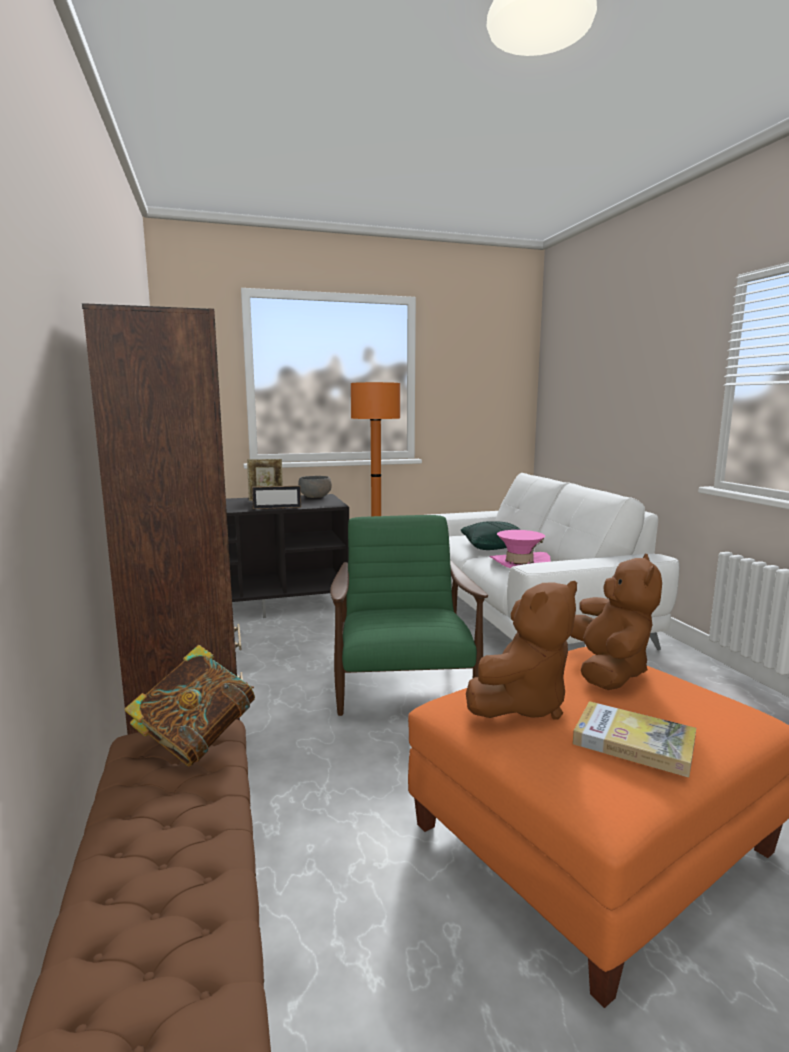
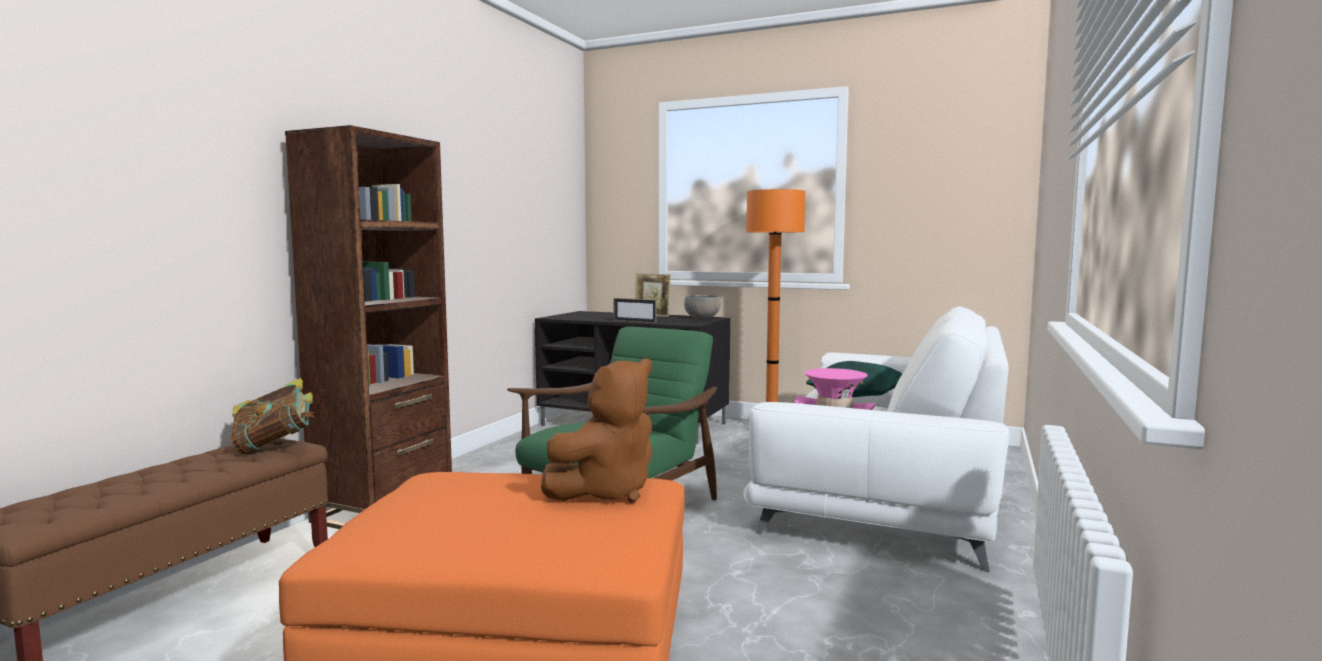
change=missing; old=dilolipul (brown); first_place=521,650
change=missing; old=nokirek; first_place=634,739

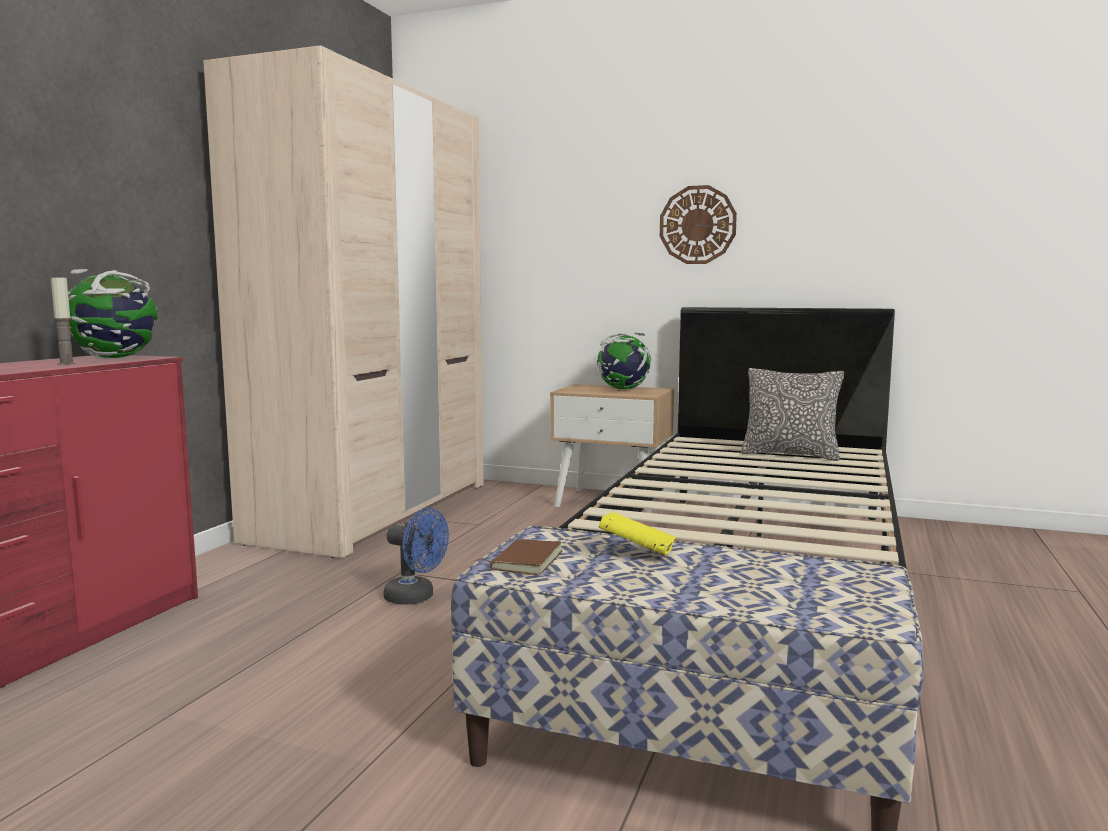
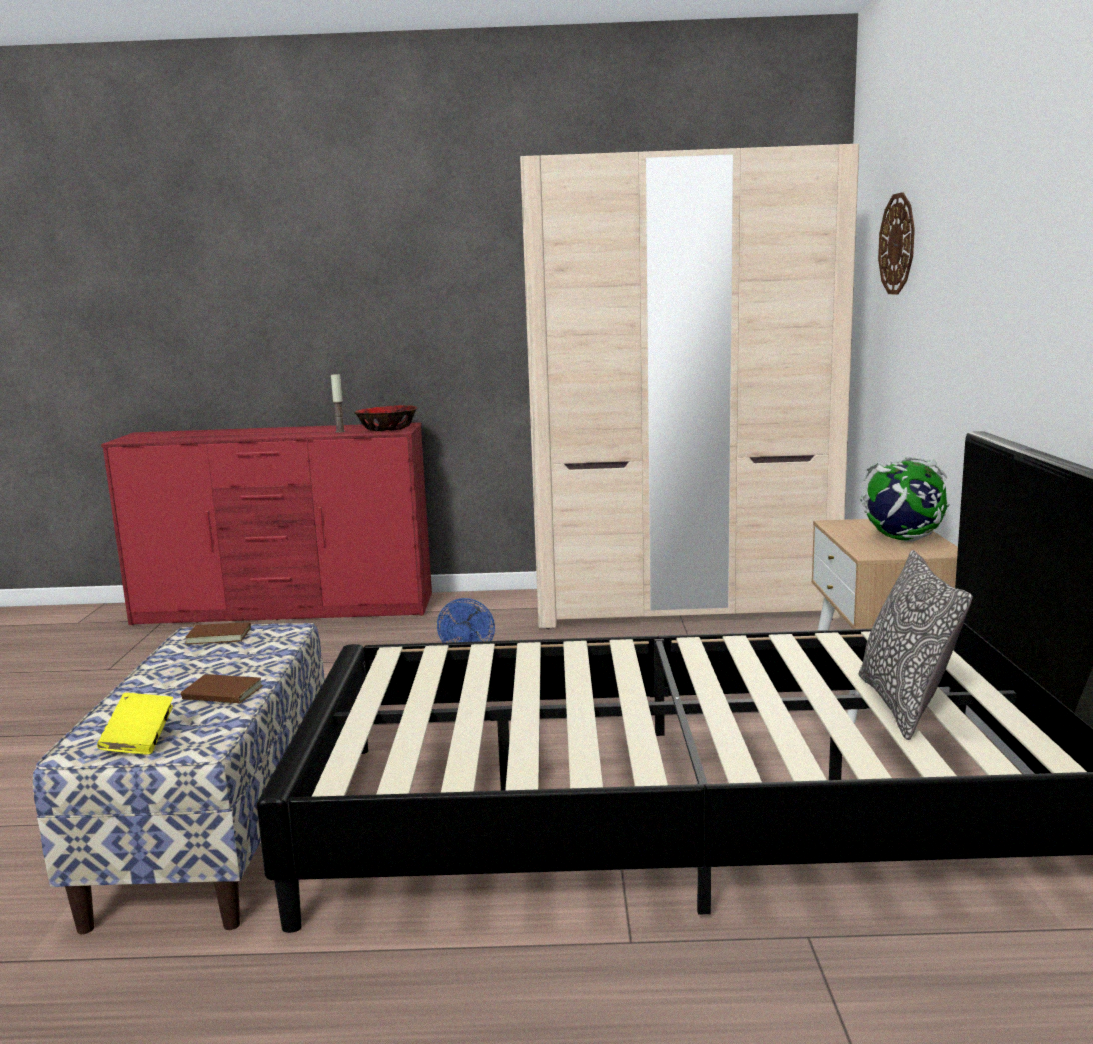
change=exchanged; old=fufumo; new=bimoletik; first_place=113,313; second_place=385,418
change=relocated; old=nokirek (yellow); first_place=637,533; second_place=135,723
change=relocated; old=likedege; first_place=698,224; second_place=896,243
change=appeared; new=nokirek (brown); second_place=222,689

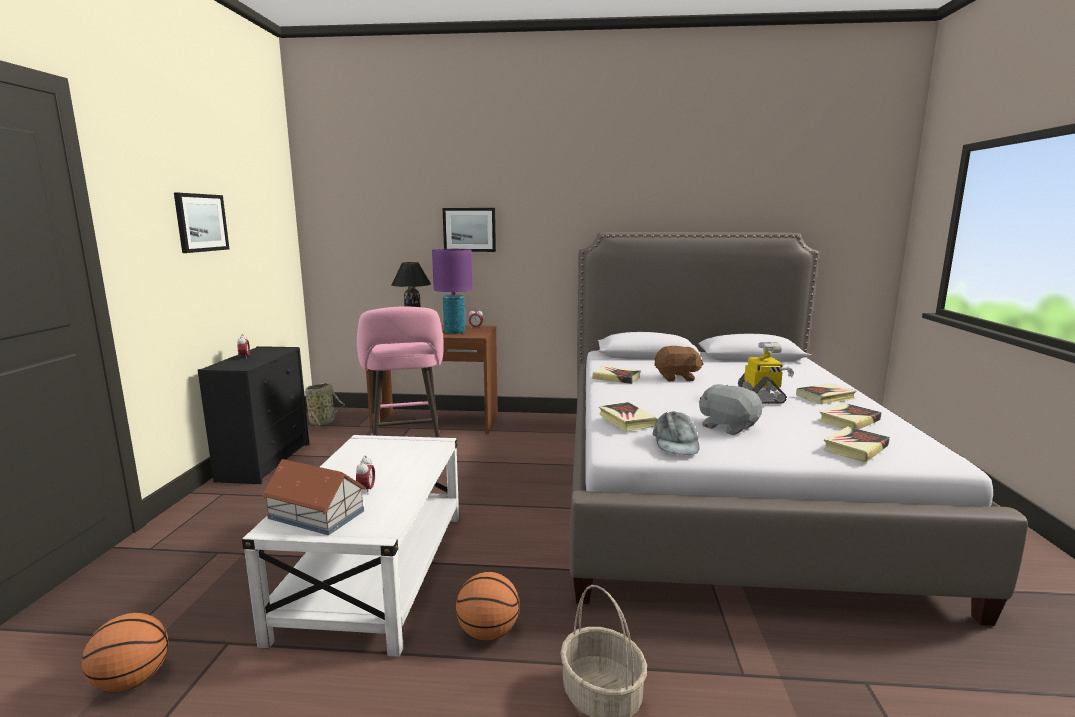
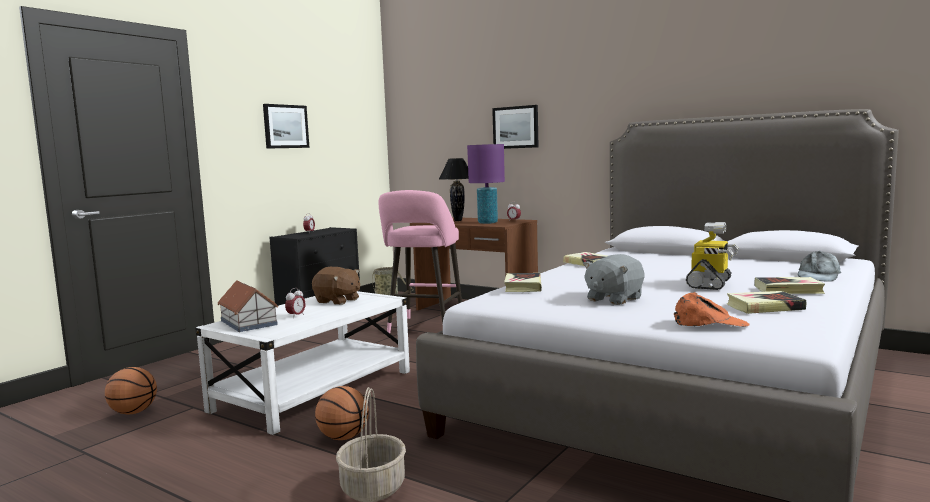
change=relocated; old=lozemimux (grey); first_place=676,433; second_place=819,266
change=relocated; old=dilolipul (brown); first_place=679,363; second_place=336,286
change=spun; old=dilolipul (grey); first_place=730,409; second_place=613,279; degrees=-120
change=exchanged; old=nokirek; new=lozemimux (orange); first_place=856,444; second_place=712,309

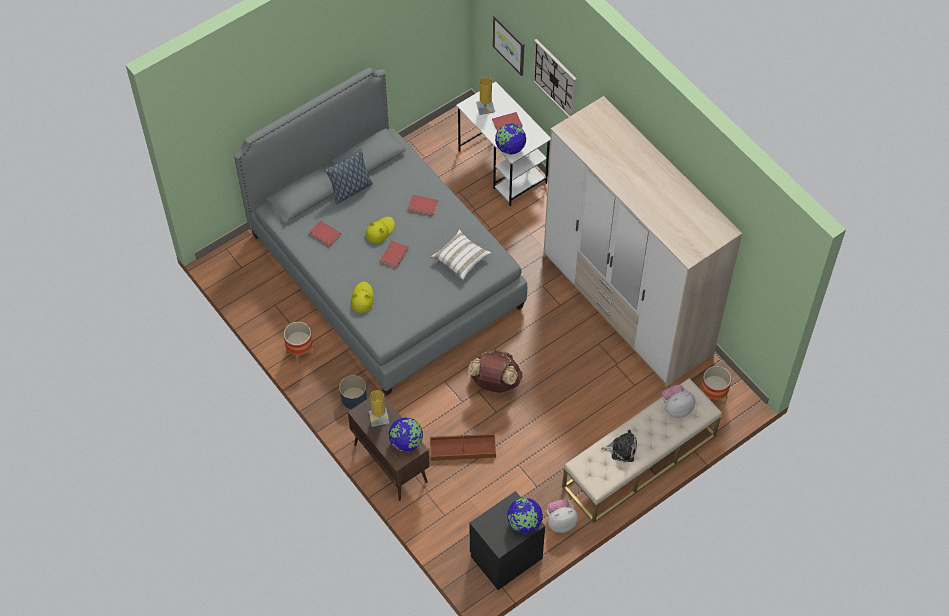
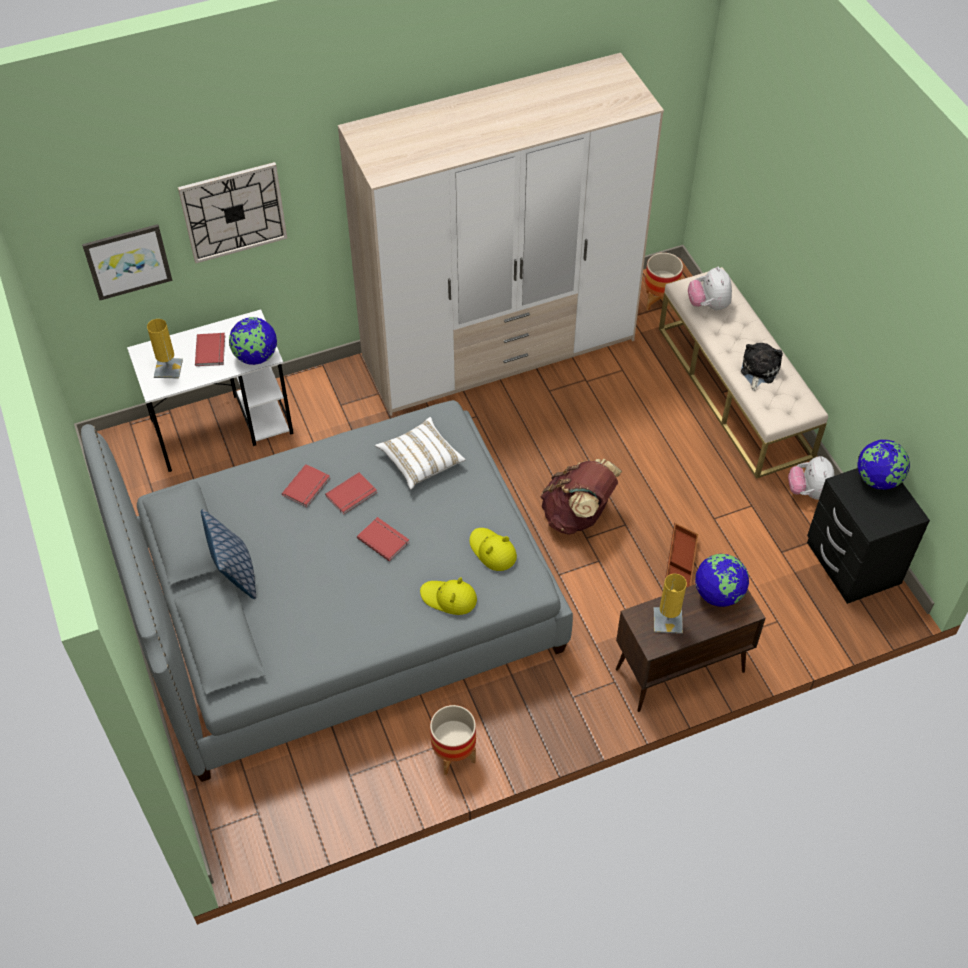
change=relocated; old=nokirek (red); first_place=325,234; second_place=351,493
change=missing; old=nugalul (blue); first_place=353,392
change=relocated; old=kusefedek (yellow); first_place=380,230; second_place=493,549

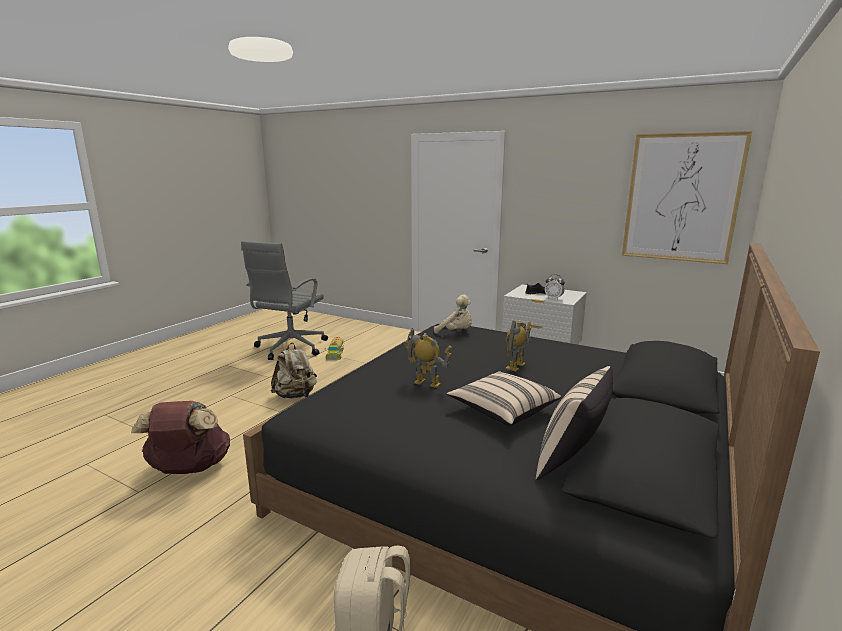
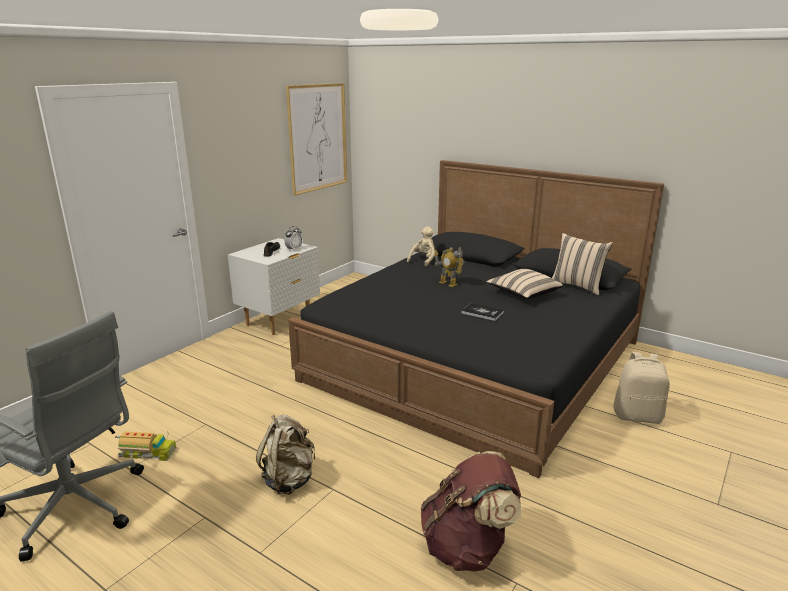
change=exchanged; old=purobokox; new=nokirek; first_place=428,358; second_place=482,312
change=relocated; old=dilolipul (beige); first_place=453,314; second_place=421,246

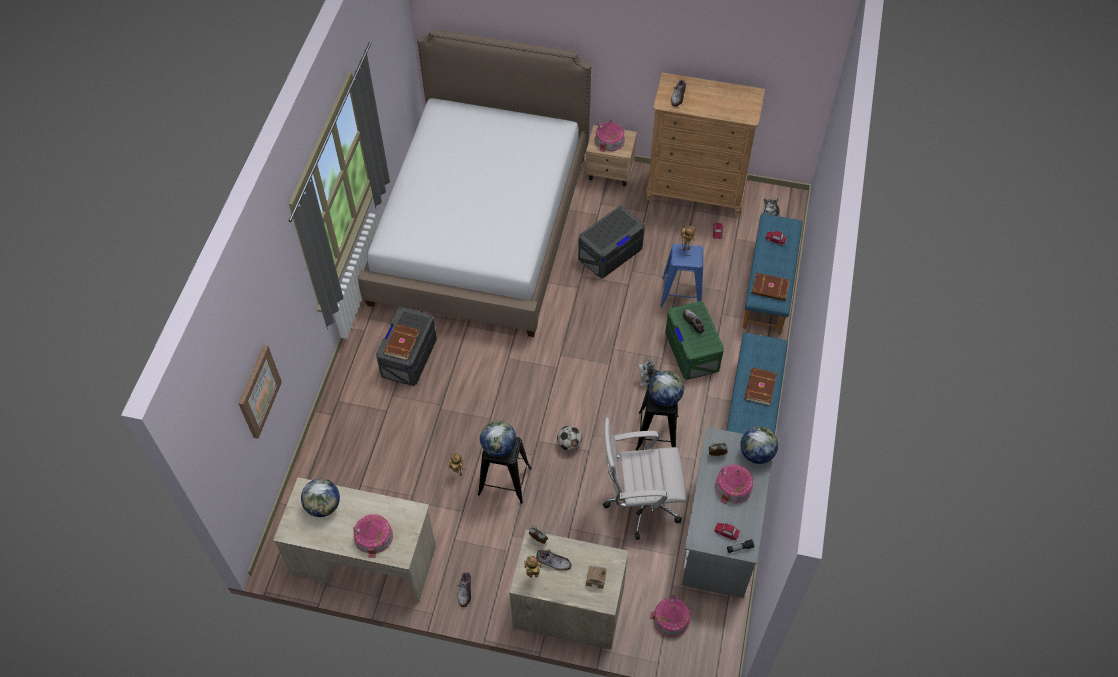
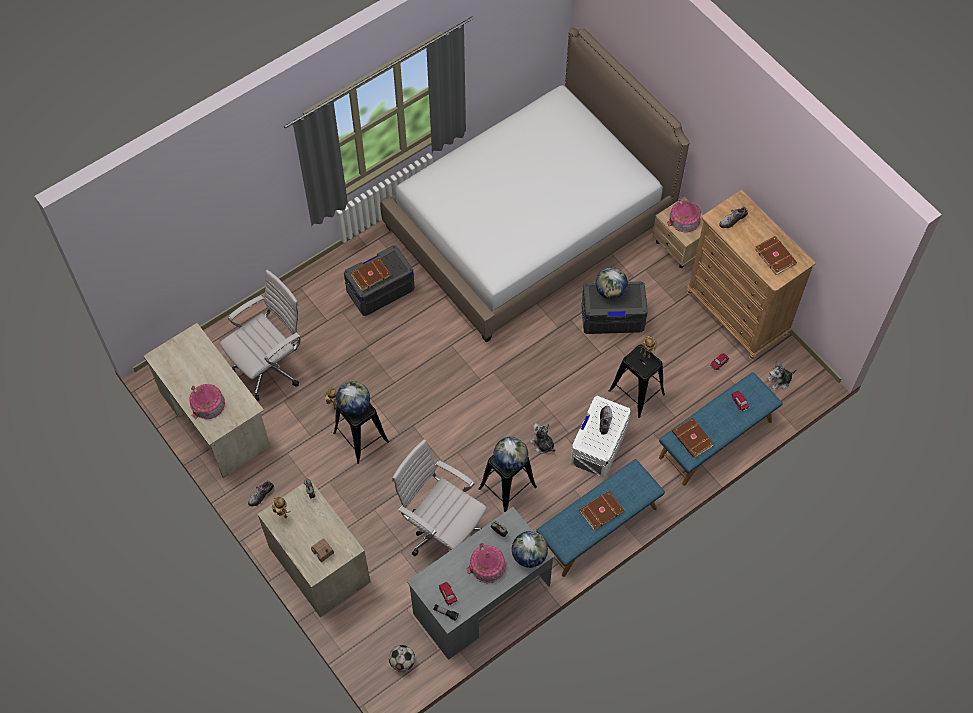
change=missing; old=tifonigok; first_place=260,392
change=relocated; old=fufumo; first_place=320,498; second_place=612,283
change=missing; old=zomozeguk; first_place=553,560
change=relocated; old=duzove; first_place=569,438; second_place=402,658
change=missing; old=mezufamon; first_place=670,616
change=colour; old=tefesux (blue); new=tefesux (black); first_place=681,275; second_place=637,381
change=colour; old=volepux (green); new=volepux (white); first_place=694,340; second_place=600,437
change=appeared; new=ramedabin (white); second_place=260,335
change=appeared; new=nokirek (brown); second_place=776,255

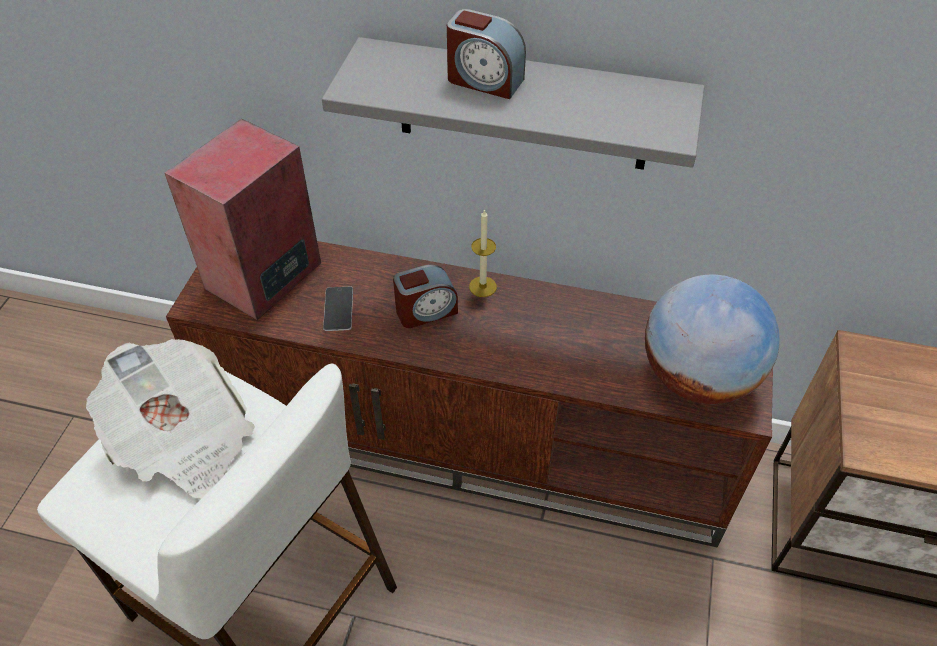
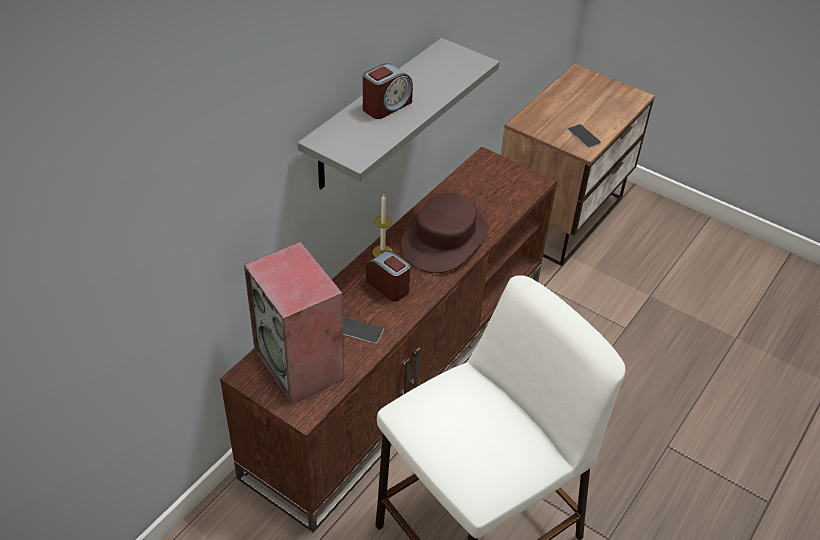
change=missing; old=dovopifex; first_place=170,419
change=spun; old=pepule; first_place=425,296; second_place=388,276; degrees=-45
change=missing; old=fufumo; first_place=712,339
change=appeared; new=kusefedek (brown); second_place=445,233
change=appeared; new=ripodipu; second_place=584,136

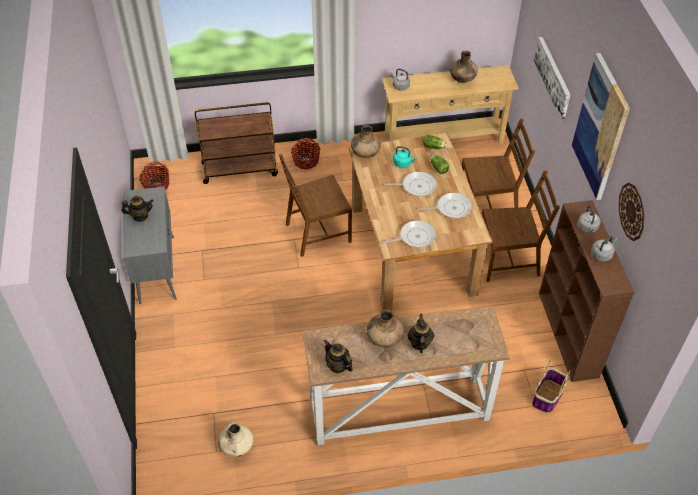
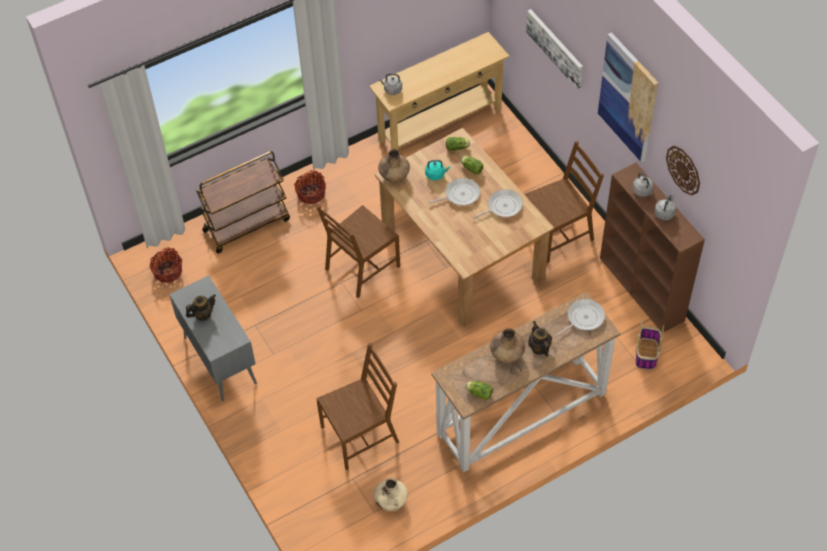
change=exchanged; old=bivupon; new=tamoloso; first_place=338,356; second_place=479,390
change=relocated; old=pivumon; first_place=409,234; second_place=580,318
change=missing; old=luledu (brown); first_place=464,67
change=relocated; old=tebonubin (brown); first_place=498,166; second_place=357,407

